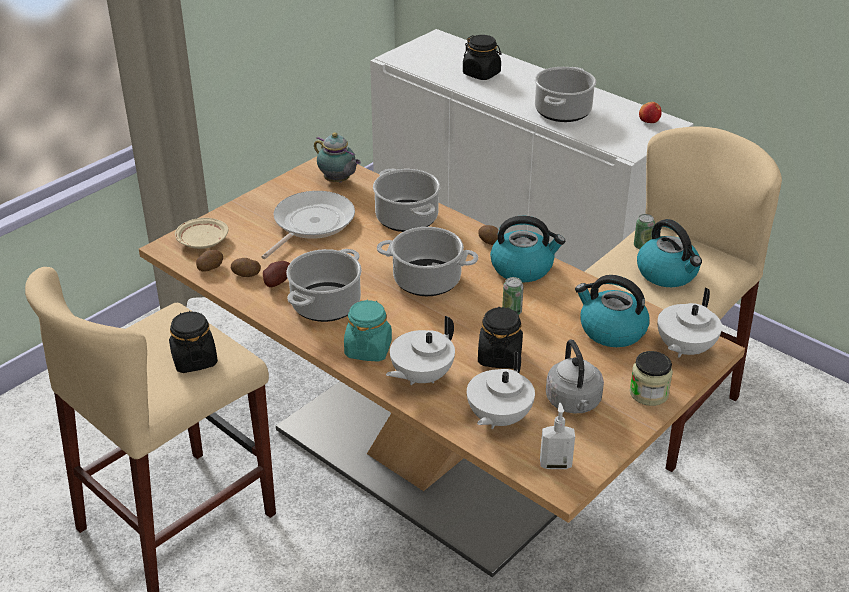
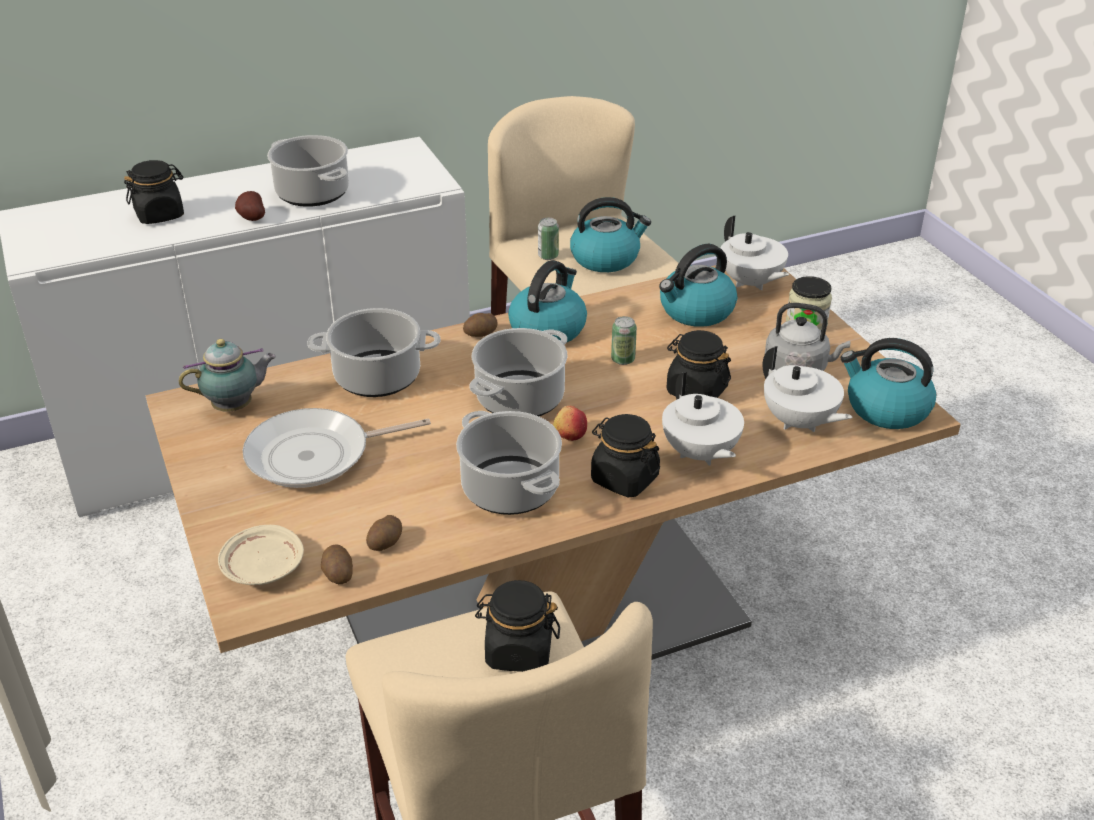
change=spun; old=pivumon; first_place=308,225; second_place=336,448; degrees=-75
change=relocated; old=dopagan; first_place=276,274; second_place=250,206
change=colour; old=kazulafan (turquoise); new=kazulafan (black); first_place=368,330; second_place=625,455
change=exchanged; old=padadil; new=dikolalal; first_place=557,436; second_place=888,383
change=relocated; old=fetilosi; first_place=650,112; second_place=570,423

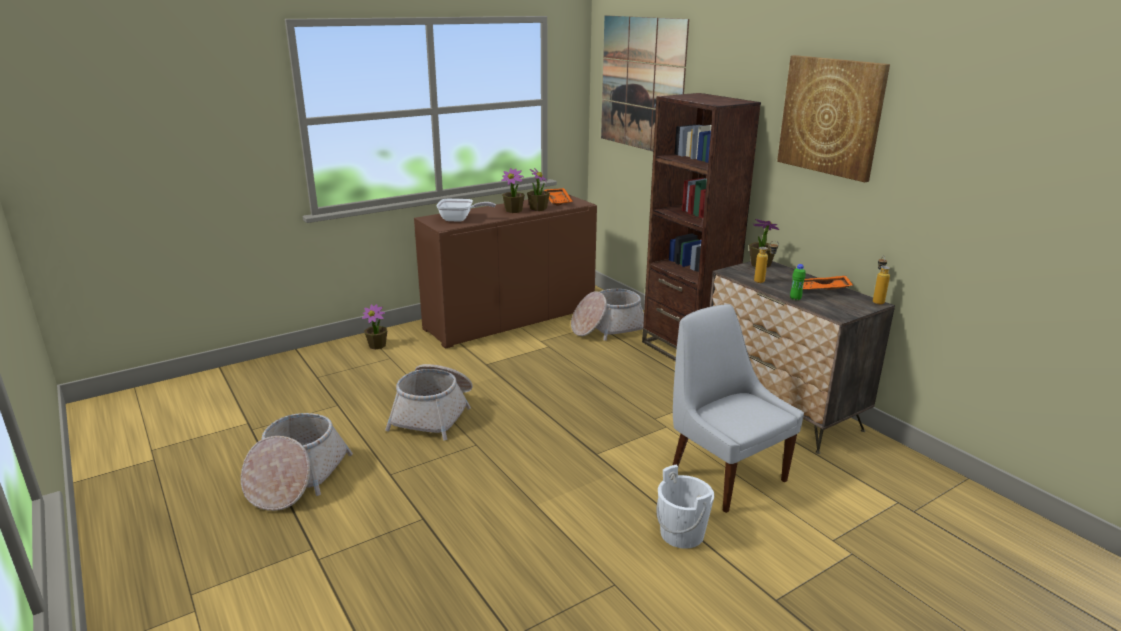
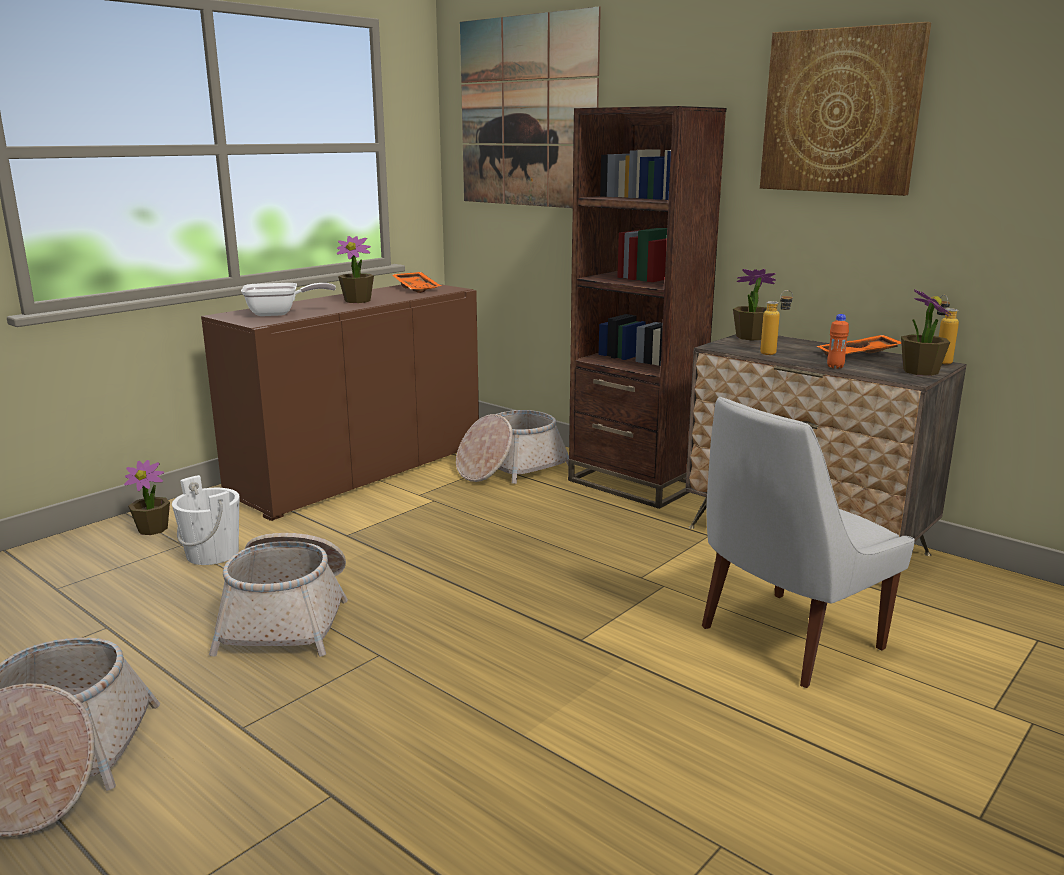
change=relocated; old=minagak; first_place=538,189; second_place=926,332
change=relocated; old=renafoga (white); first_place=685,507; second_place=205,520
change=spun; old=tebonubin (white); first_place=738,408; second_place=808,542; degrees=-75
change=colour; old=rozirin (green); new=rozirin (orange); first_place=797,282; second_place=838,341

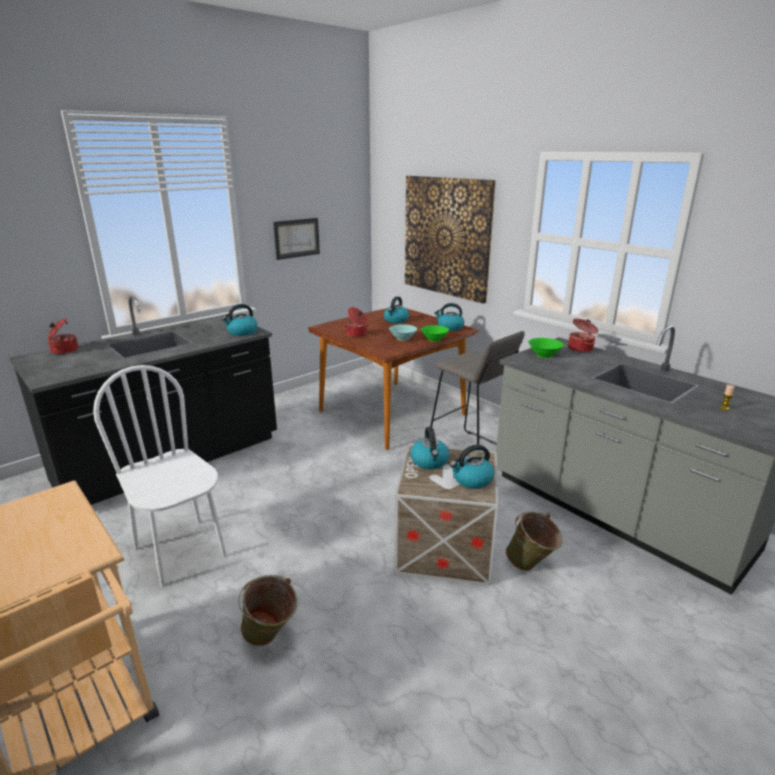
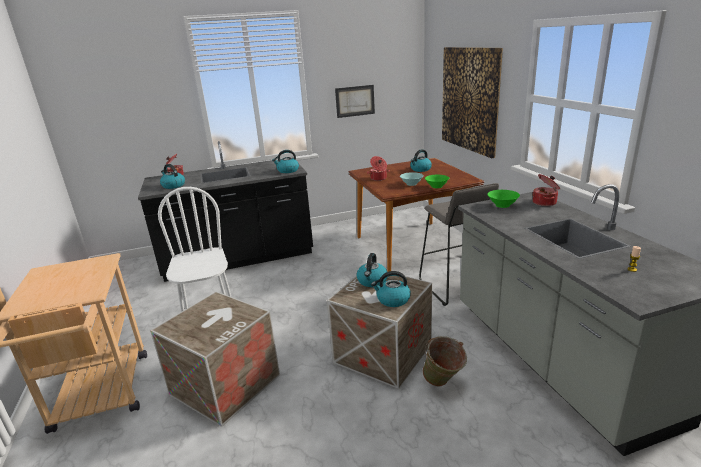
change=exchanged; old=renafoga (green); new=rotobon; first_place=268,610; second_place=215,359
change=relocated; old=dikolalal; first_place=449,317; second_place=172,176

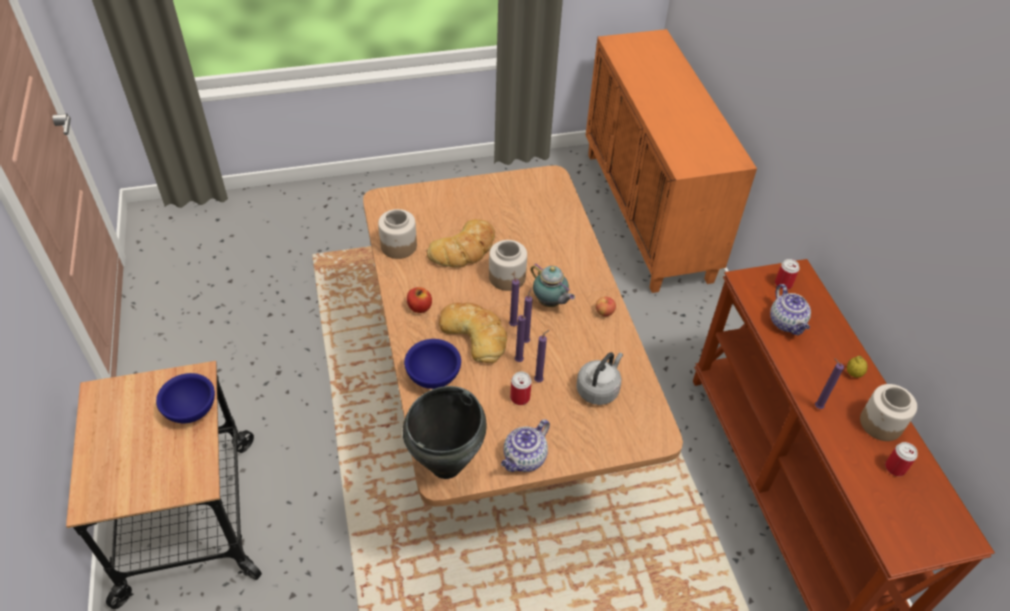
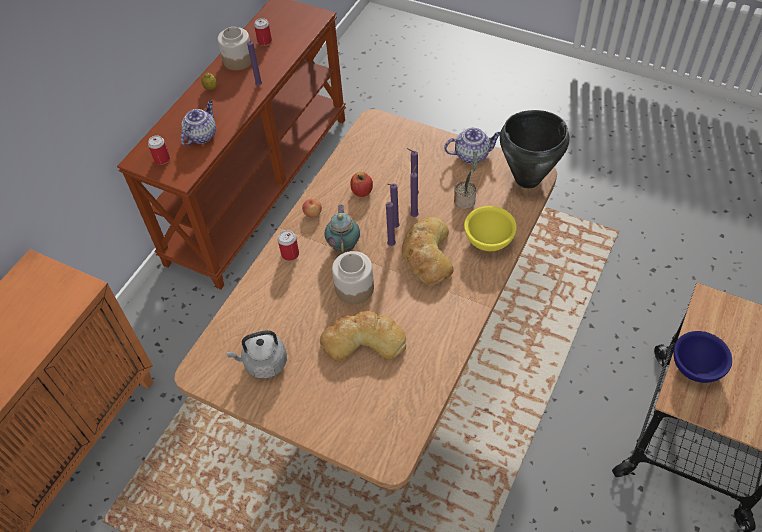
change=missing; old=kazulafan; first_place=397,234
change=colour; old=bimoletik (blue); new=bimoletik (yellow); first_place=432,364; second_place=490,228
change=relocated; old=fetilosi; first_place=419,300; second_place=362,184
change=relocated; old=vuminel; first_place=521,388; second_place=288,245
change=relocated; old=dikolalal (grey); first_place=599,378; second_place=256,354
change=appeared; new=minagak; second_place=466,180

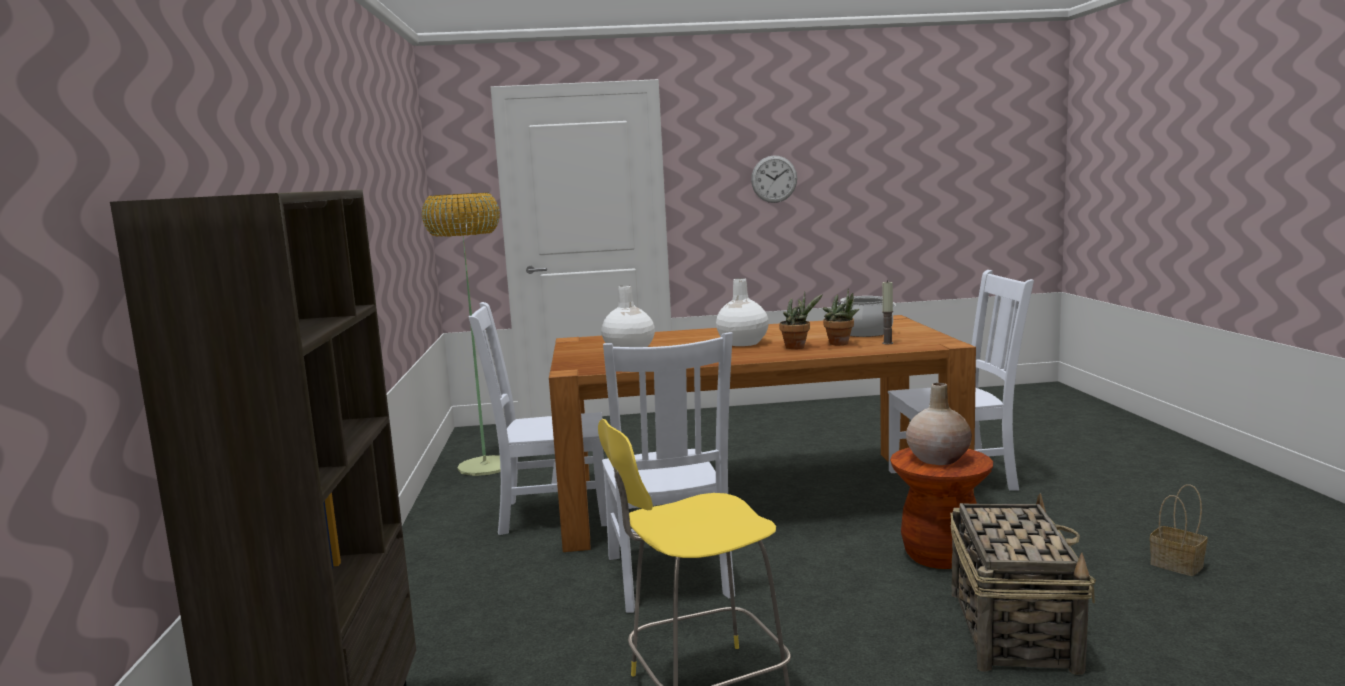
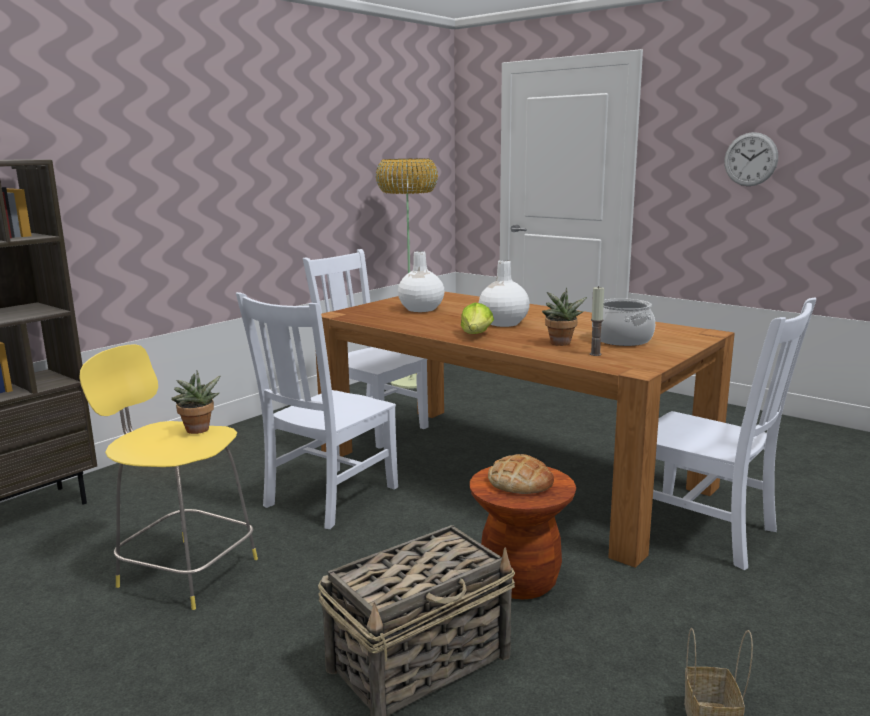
change=relocated; old=minagak; first_place=801,320; second_place=196,402
change=exchanged; old=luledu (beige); new=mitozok; first_place=939,424; second_place=521,474
change=appeared; new=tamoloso; second_place=477,318

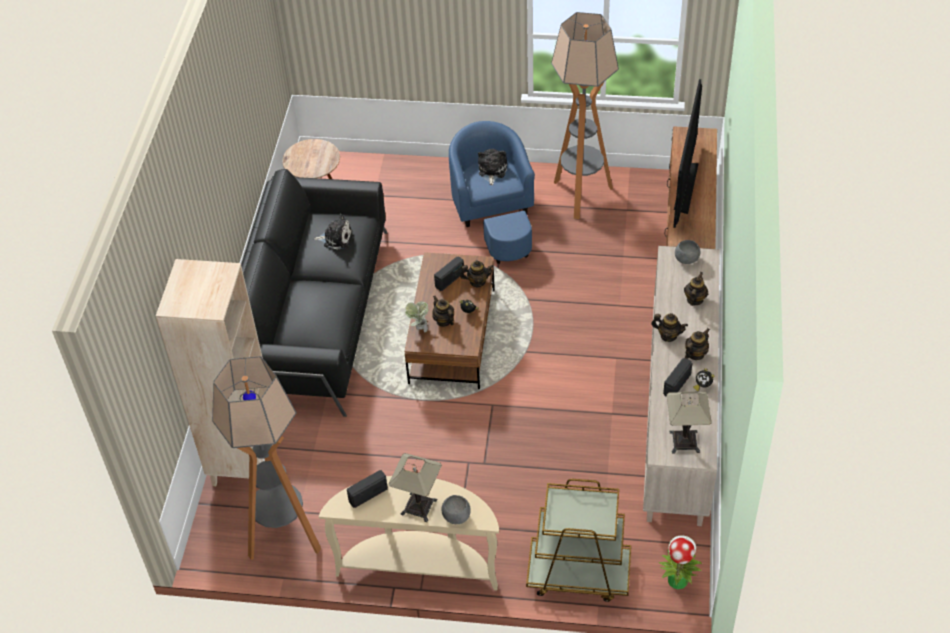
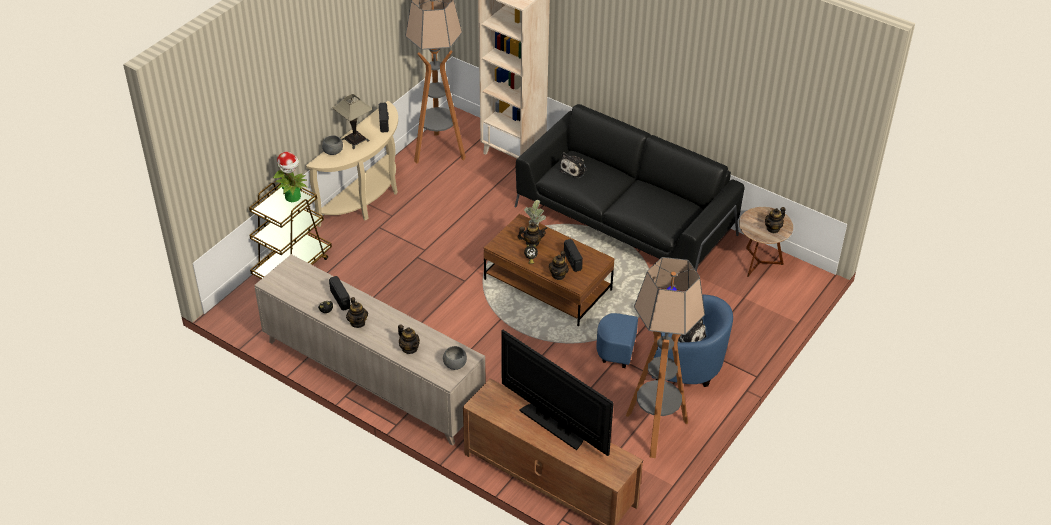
change=relocated; old=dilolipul; first_place=333,232; second_place=573,165
change=relocated; old=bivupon; first_place=669,327; second_place=775,220
change=relocated; old=minagak; first_place=681,562; second_place=290,177
change=missing; old=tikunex; first_place=689,422

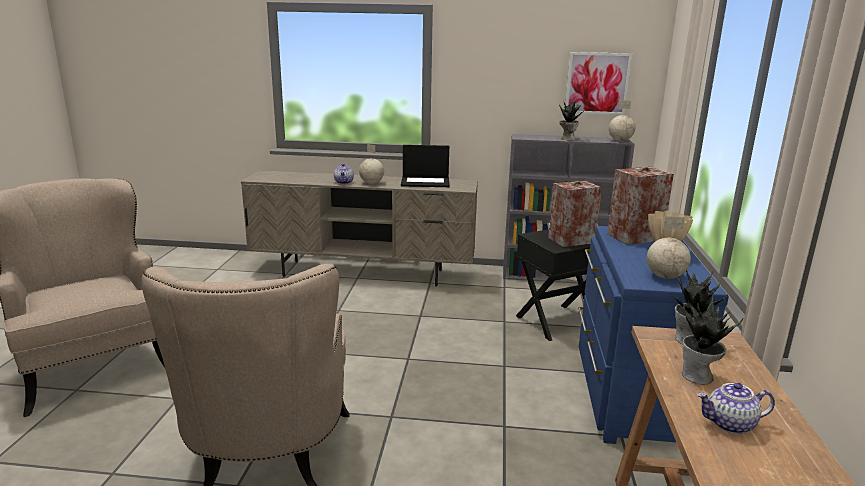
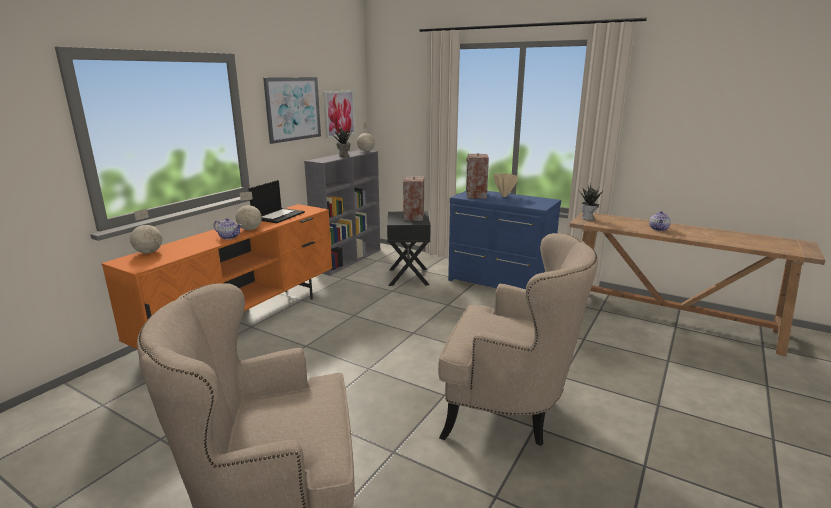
change=colour; old=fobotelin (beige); new=fobotelin (orange); first_place=359,228; second_place=216,276
change=relocated; old=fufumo; first_place=669,247; second_place=146,231
change=missing; old=minagak; first_place=712,340
change=appeared; new=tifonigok; second_place=292,110

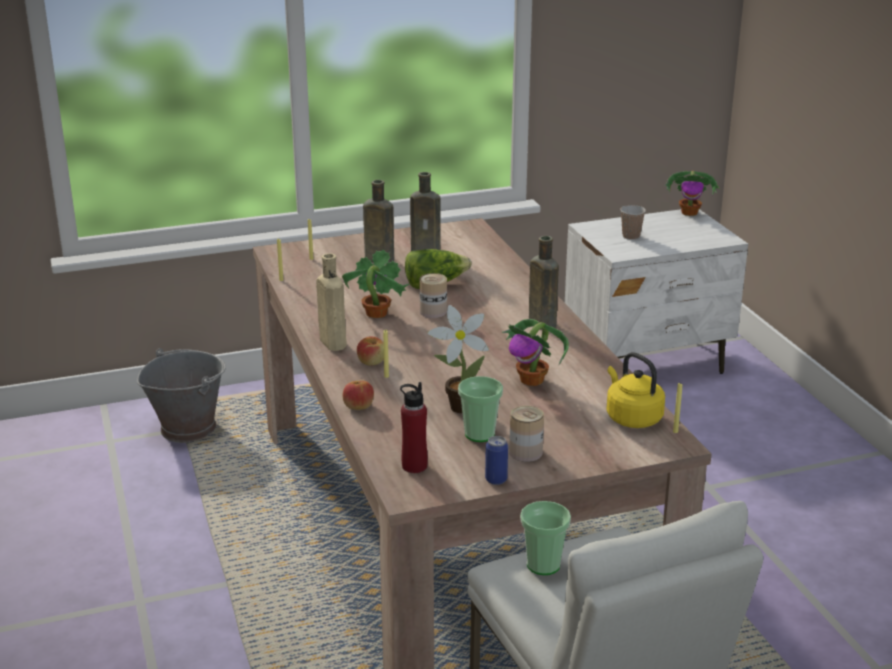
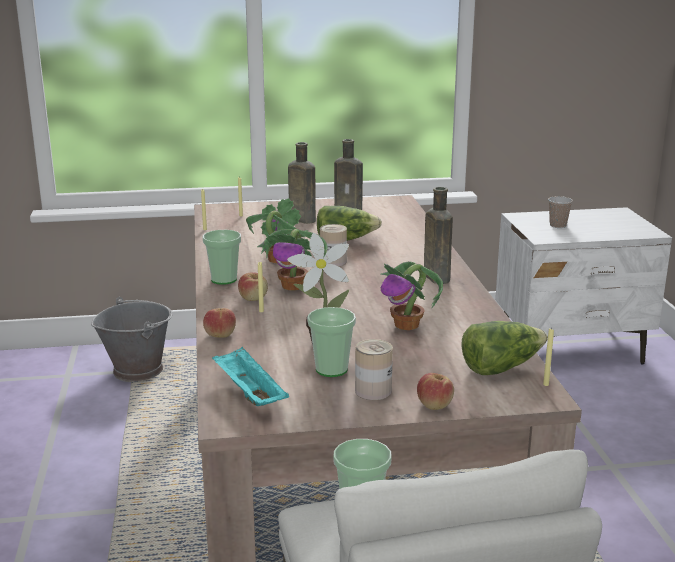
change=exchanged; old=rozirin (beige); new=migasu; first_place=331,302; second_place=222,257
change=exchanged; old=rozirin (red); new=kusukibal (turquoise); first_place=414,427; second_place=250,376
change=missing; old=vuminel; first_place=496,460
change=exchanged; old=dikolalal (yellow); new=tamoloso; first_place=635,390; second_place=504,348
change=relocated; old=minagak; first_place=692,193; second_place=292,260
change=appeared; new=fetilosi; second_place=435,391

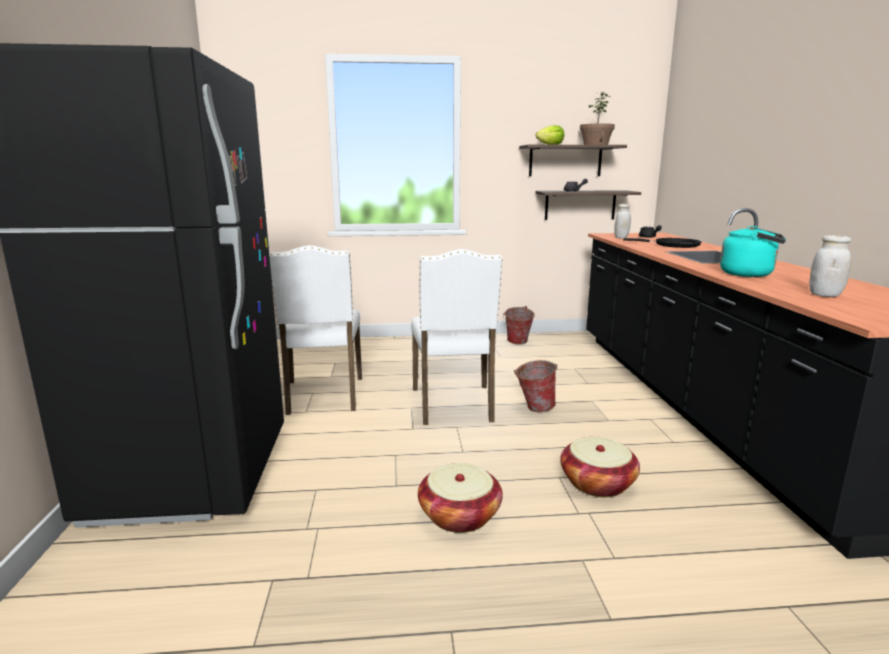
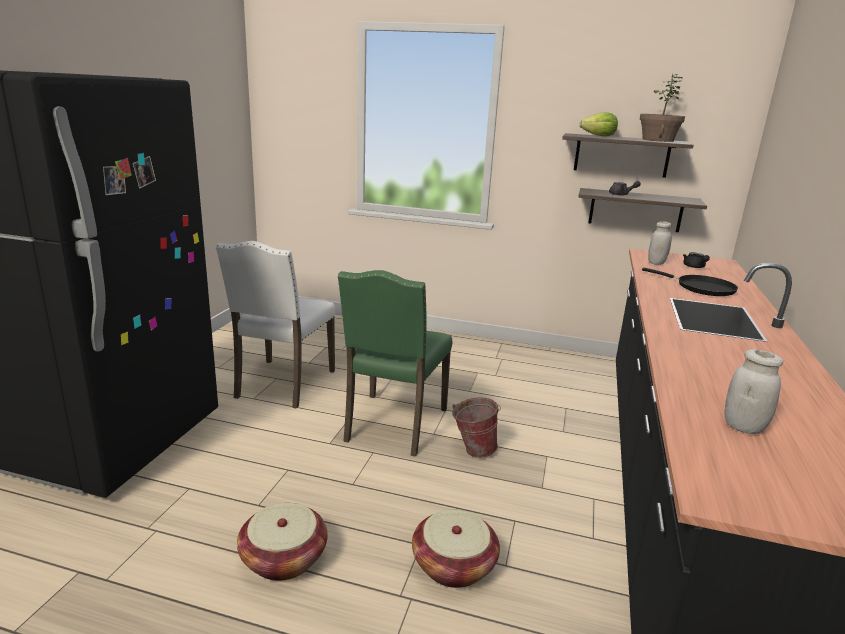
change=colour; old=tebonubin (white); new=tebonubin (green); first_place=457,337; second_place=395,363
change=missing; old=renafoga; first_place=519,325
change=missing; old=dikolalal (turquoise); first_place=753,251

